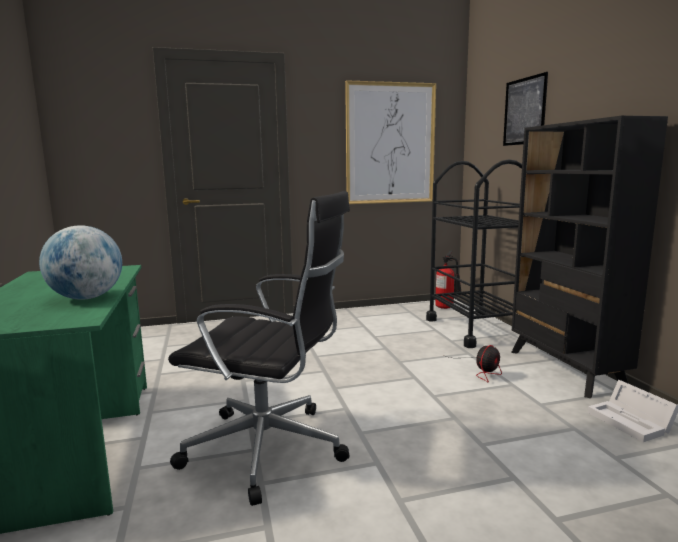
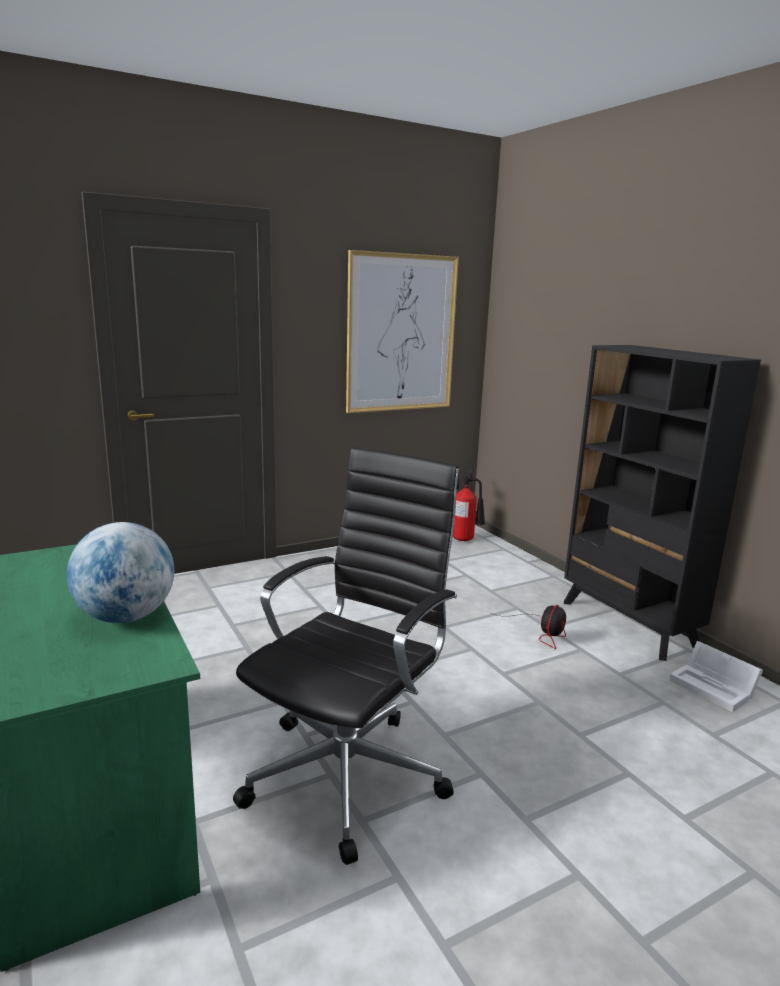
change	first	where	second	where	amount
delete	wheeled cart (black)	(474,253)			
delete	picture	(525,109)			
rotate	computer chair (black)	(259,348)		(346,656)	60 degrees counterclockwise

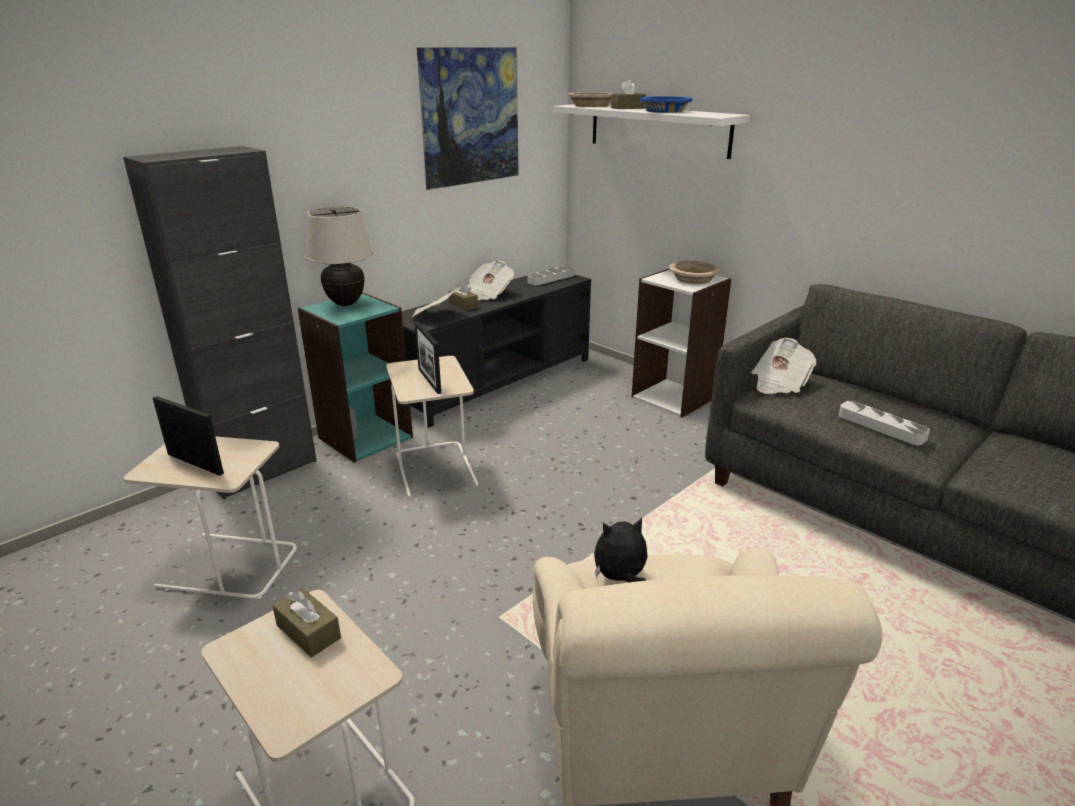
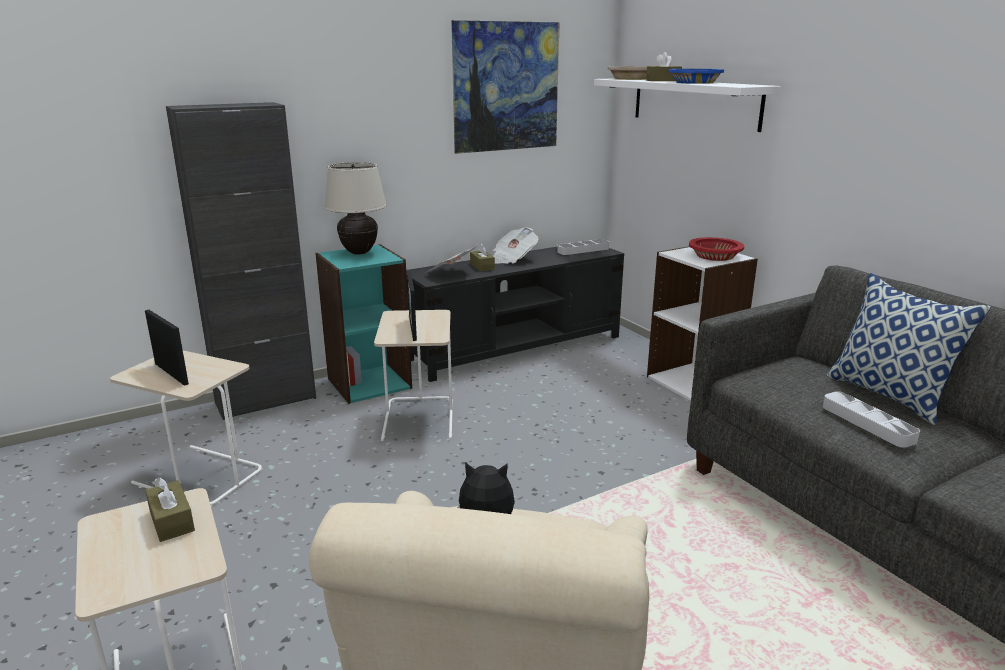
change	first	where	second	where	amount
delete	newspaper	(783,366)			
insert			cushion	(909,349)	
recolor	deep dish (beige-coloured)	(694,272)	deep dish (red)	(716,249)	

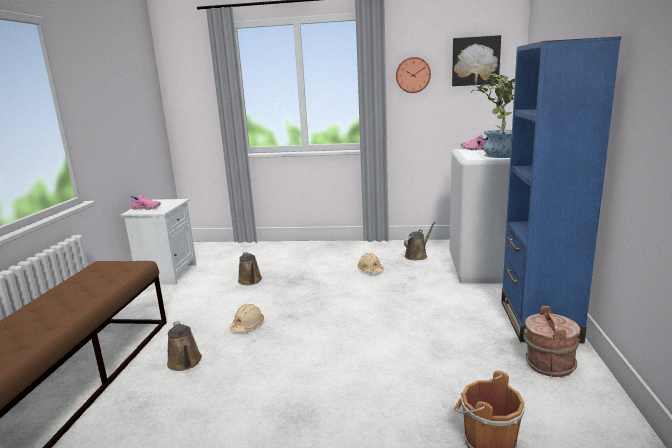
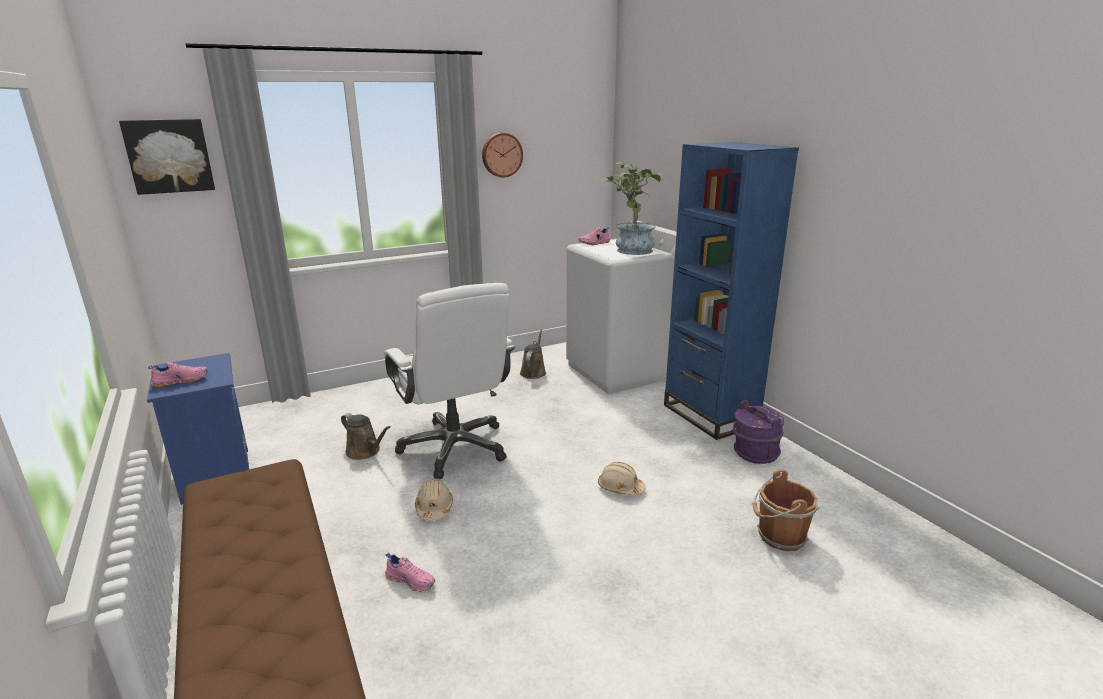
change	first	where	second	where	amount
insert			computer chair (white-coloured)	(449,381)	
move	hard hat (beige-coloured)	(371,263)		(621,479)	
move	picture	(476,60)		(167,157)	
replace	sprinkling can (brownish)	(184,346)	item of footwear (pink)	(410,572)	
recolor	nightstand (white-coloured)	(159,242)	nightstand (bluish)	(198,429)	
recolor	pail (brownish)	(551,341)	pail (purple)	(758,432)	

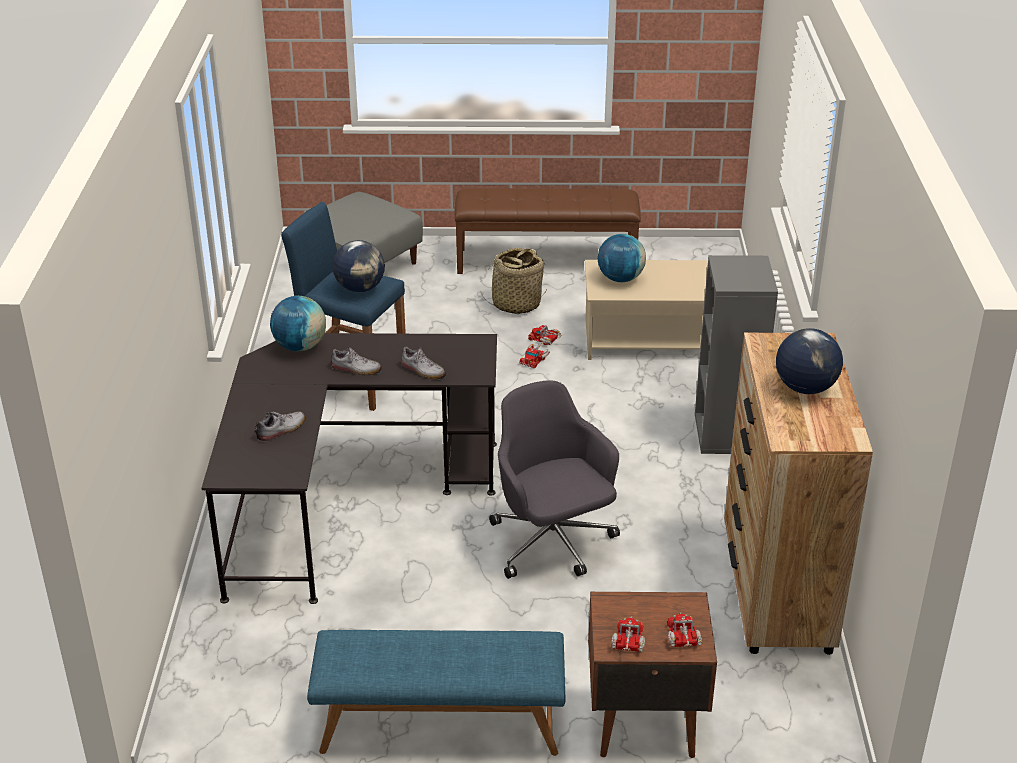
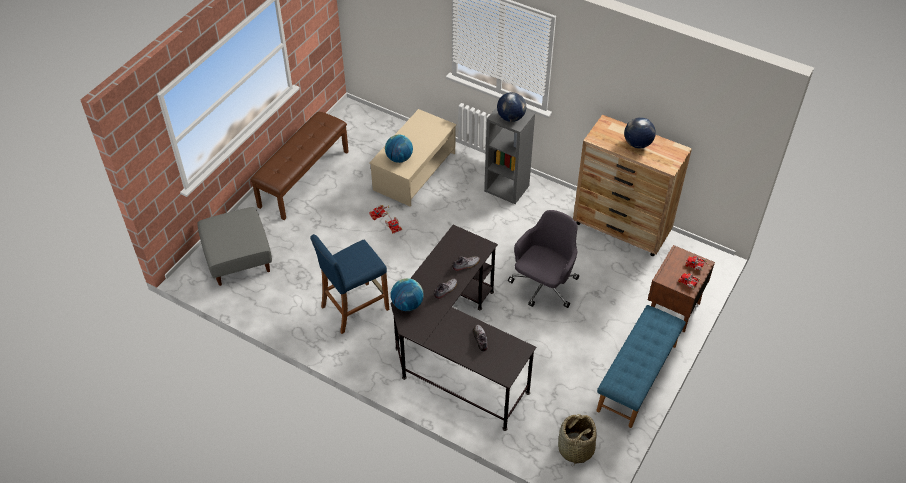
change	first	where	second	where	amount
move	world globe	(359,266)		(511,107)	
move	household basket	(513,281)		(577,440)	
rotate	computer chair (greyish)	(554,480)		(543,259)	120 degrees clockwise

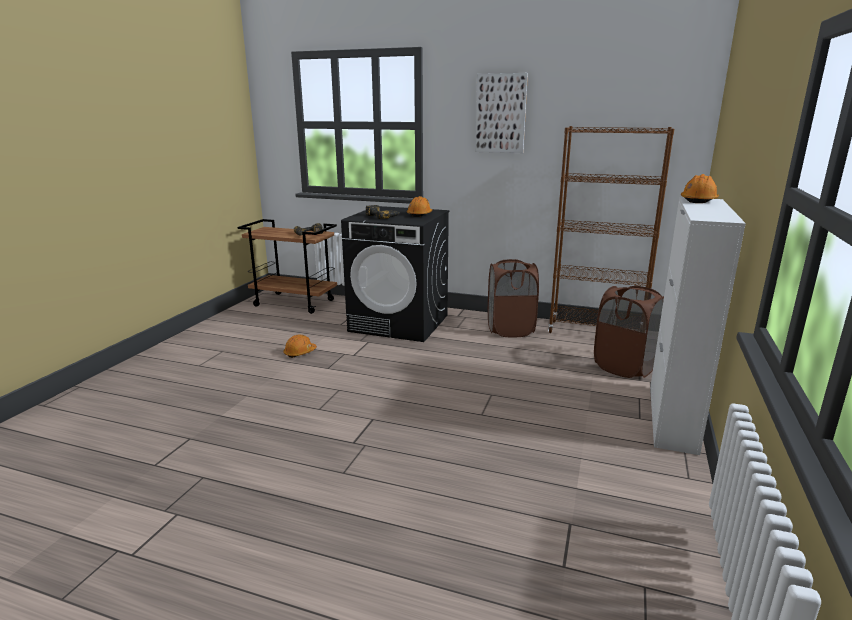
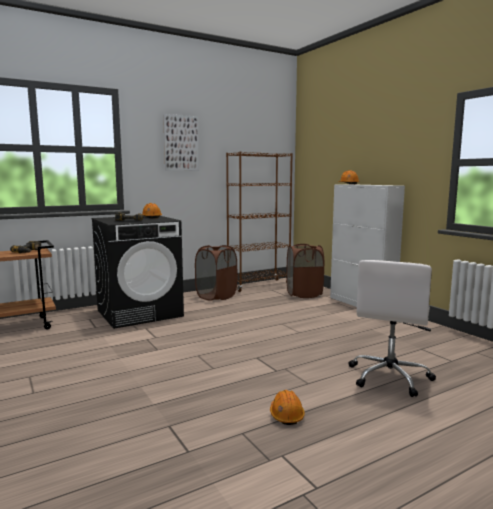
change	first	where	second	where	amount
insert			computer chair (white-coloured)	(392,328)	
move	hard hat (orangey)	(300,346)		(287,407)	

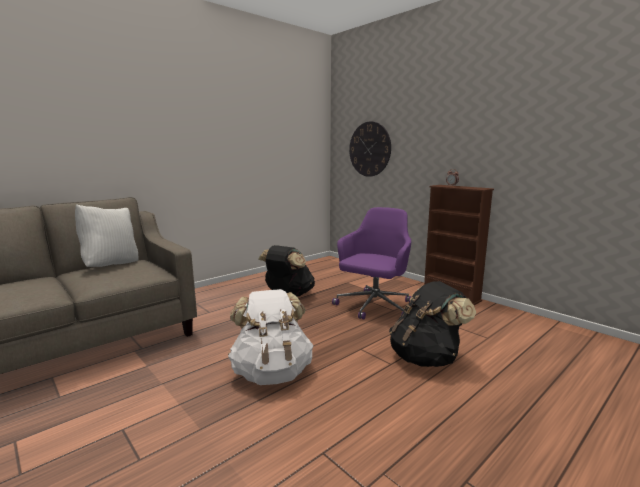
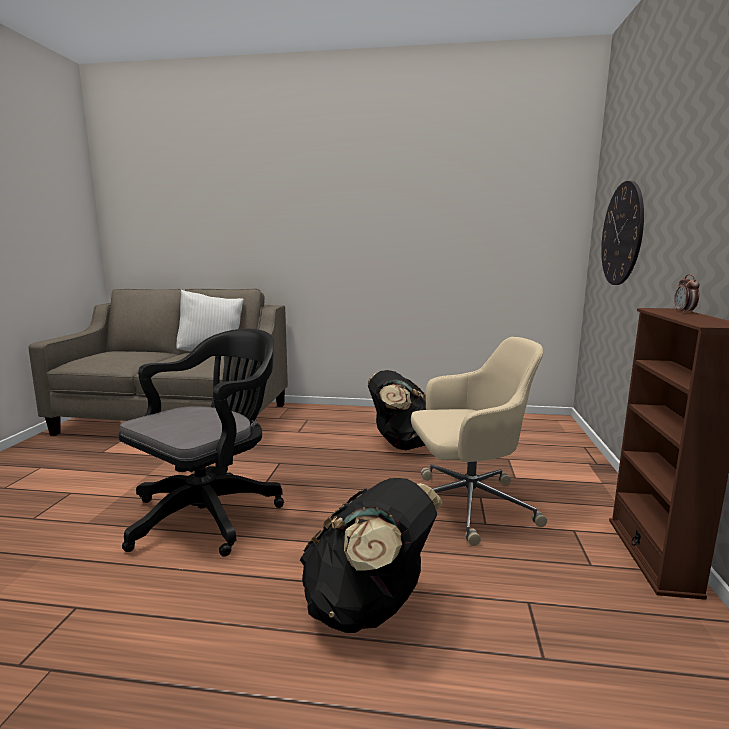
change	first	where	second	where	amount
replace	backpack (white-coloured)	(270,337)	computer chair (black)	(201,443)	
recolor	computer chair (purple)	(371,263)	computer chair (beige-coloured)	(479,441)	

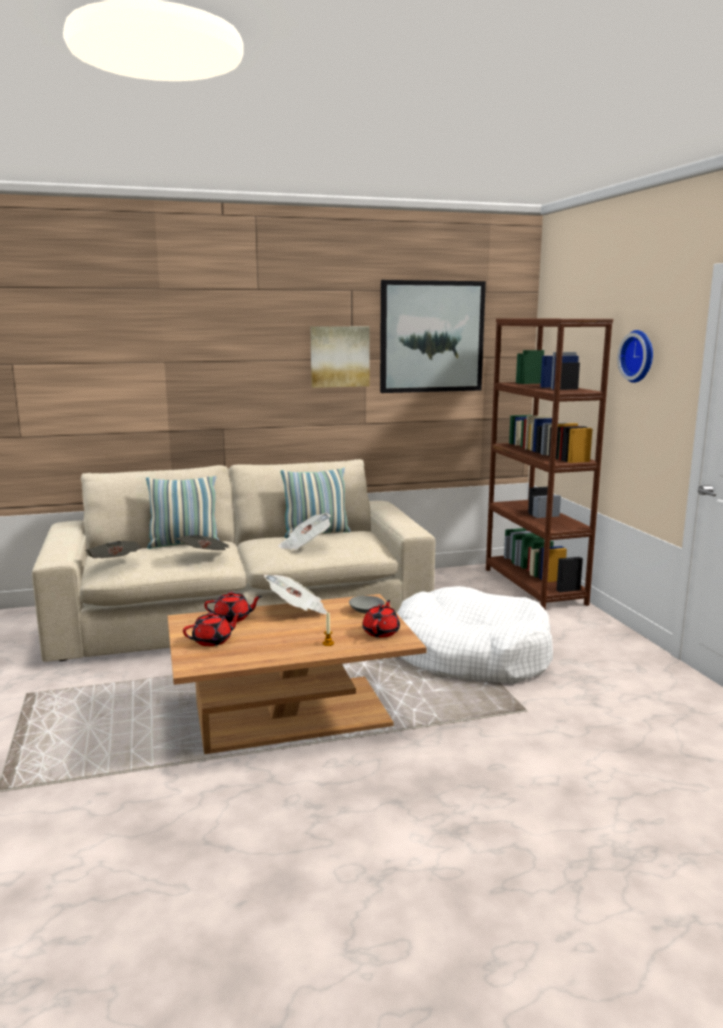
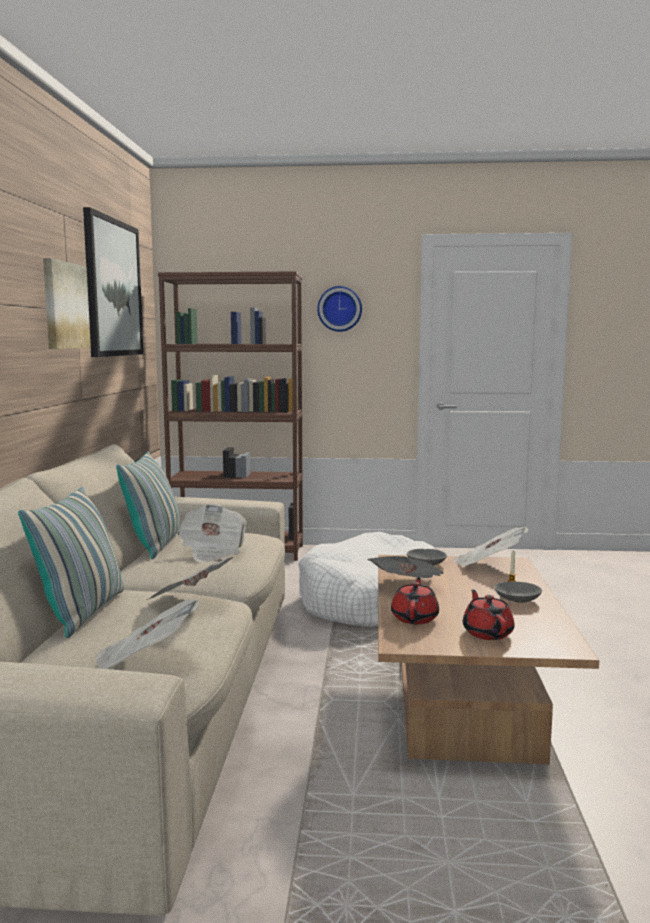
change	first	where	second	where	amount
insert			deep dish (greyish)	(518,592)	
replace	teapot (red)	(381,619)	newspaper	(491,547)	

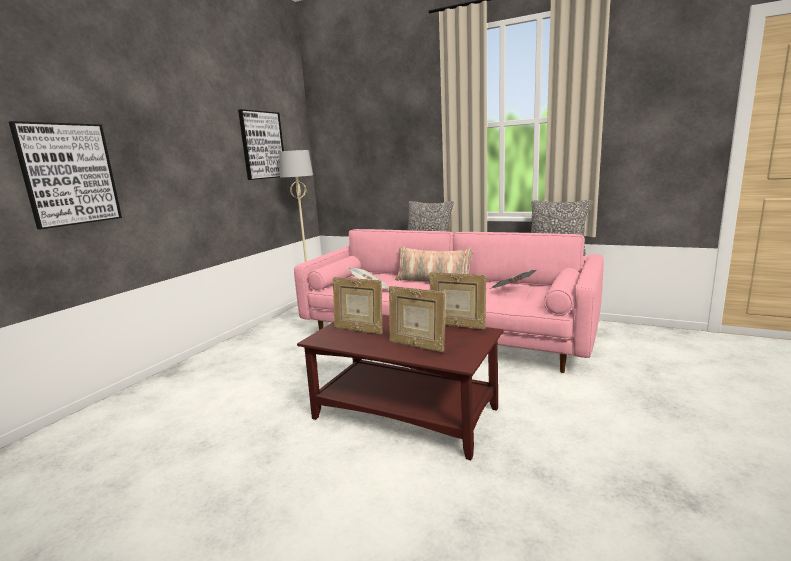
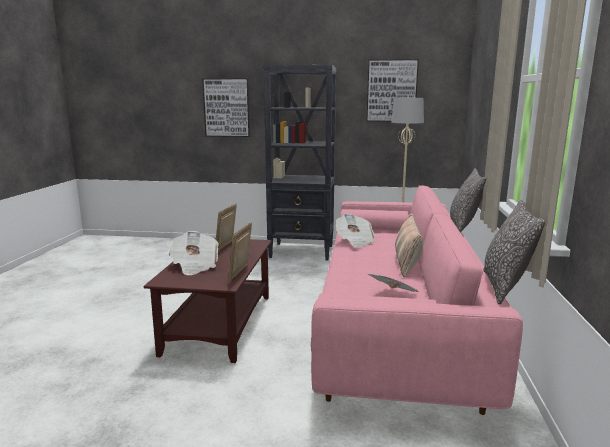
change	first	where	second	where	amount
insert			bookcase (black)	(299,163)	
replace	picture frame	(417,319)	newspaper	(194,253)	

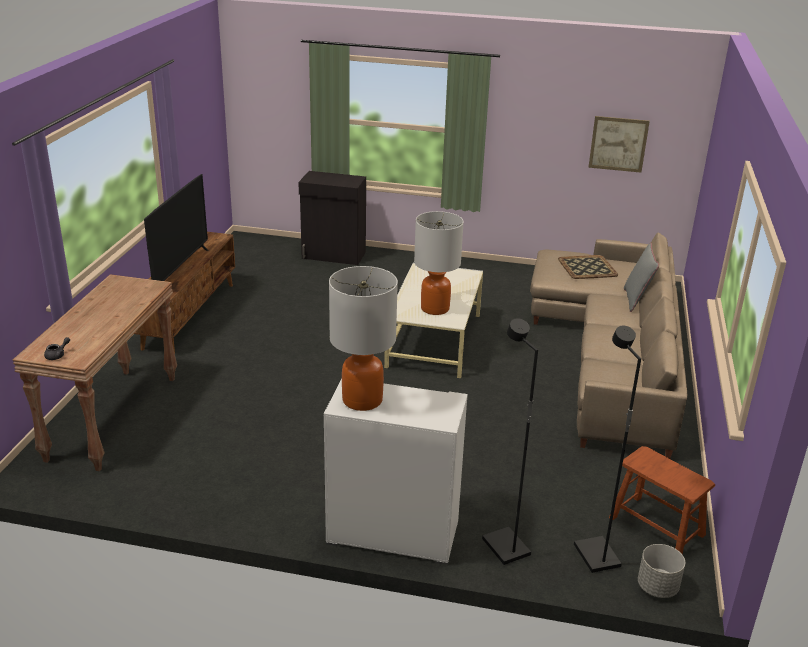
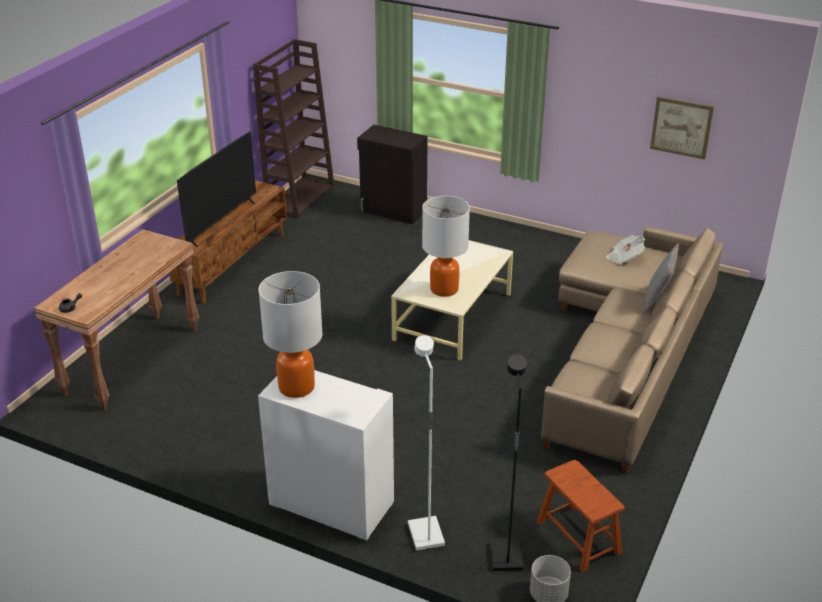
change	first	where	second	where	amount
insert			bookcase (brownish)	(294,128)	
replace	serving tray	(588,267)	newspaper	(625,250)	
recolor	standard lamp (black)	(510,441)	standard lamp (white-coloured)	(426,443)	

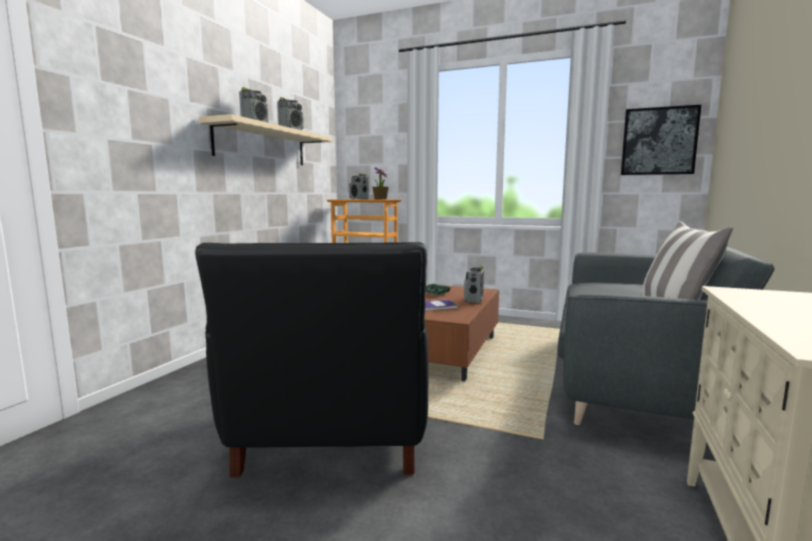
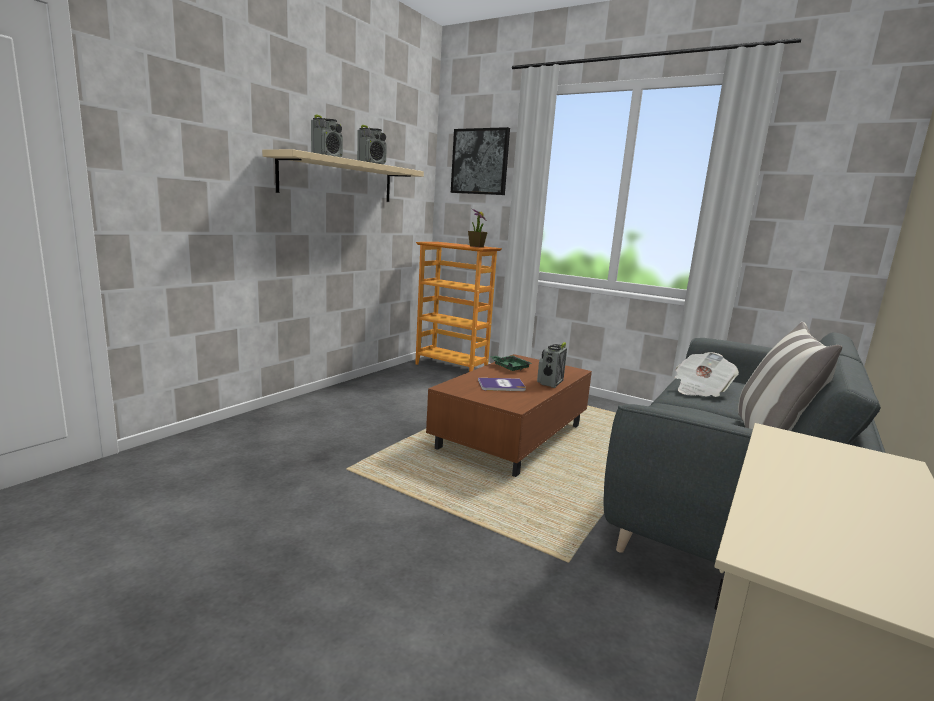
change	first	where	second	where	amount
delete	armchair (black)	(312,359)			
delete	radio	(359,186)			
insert			newspaper	(707,374)	
move	picture	(661,140)		(480,161)	

